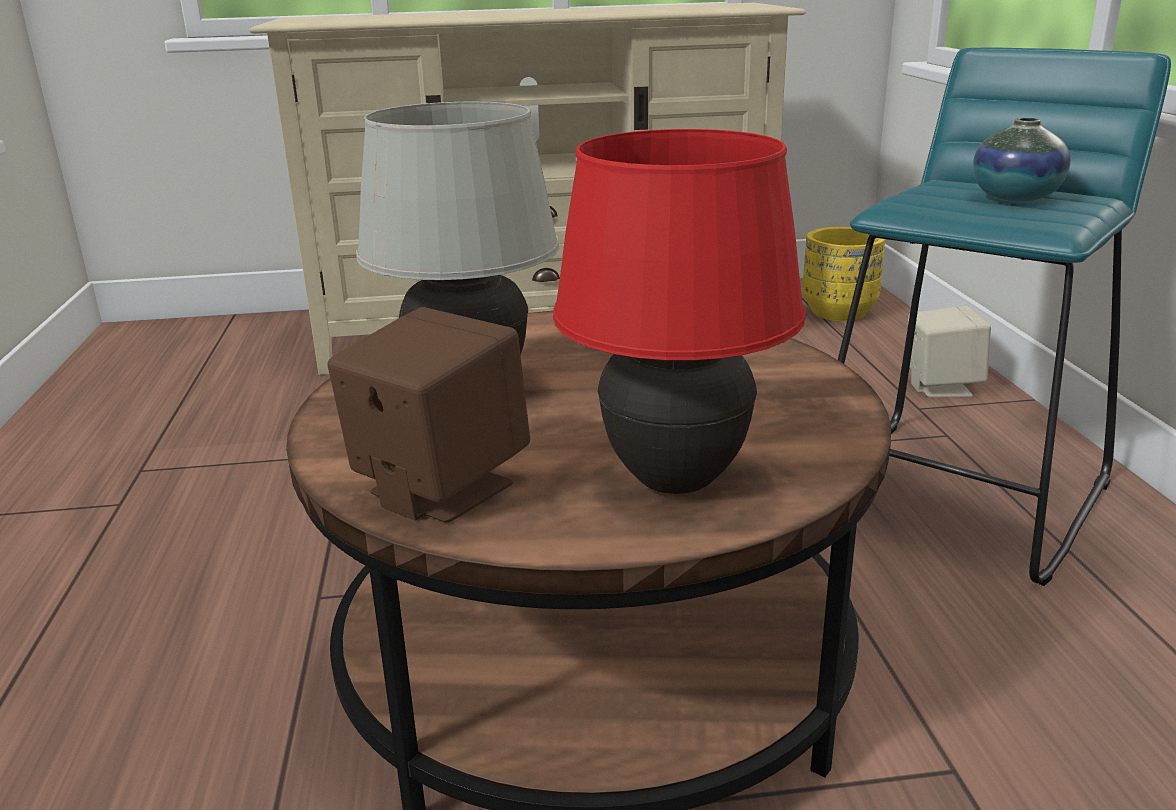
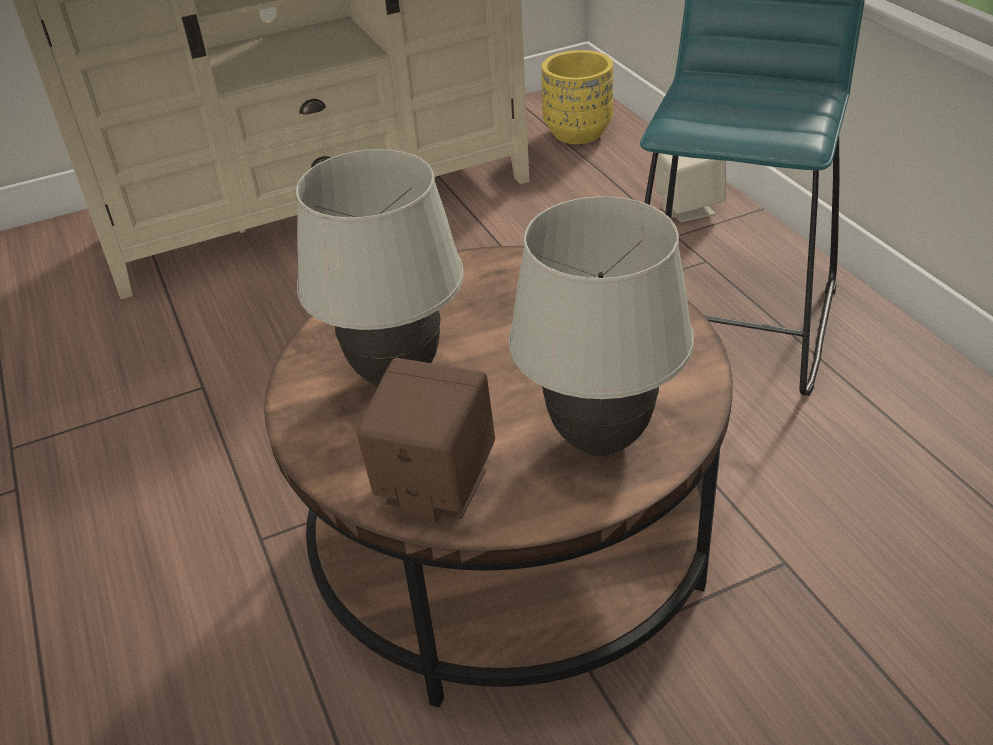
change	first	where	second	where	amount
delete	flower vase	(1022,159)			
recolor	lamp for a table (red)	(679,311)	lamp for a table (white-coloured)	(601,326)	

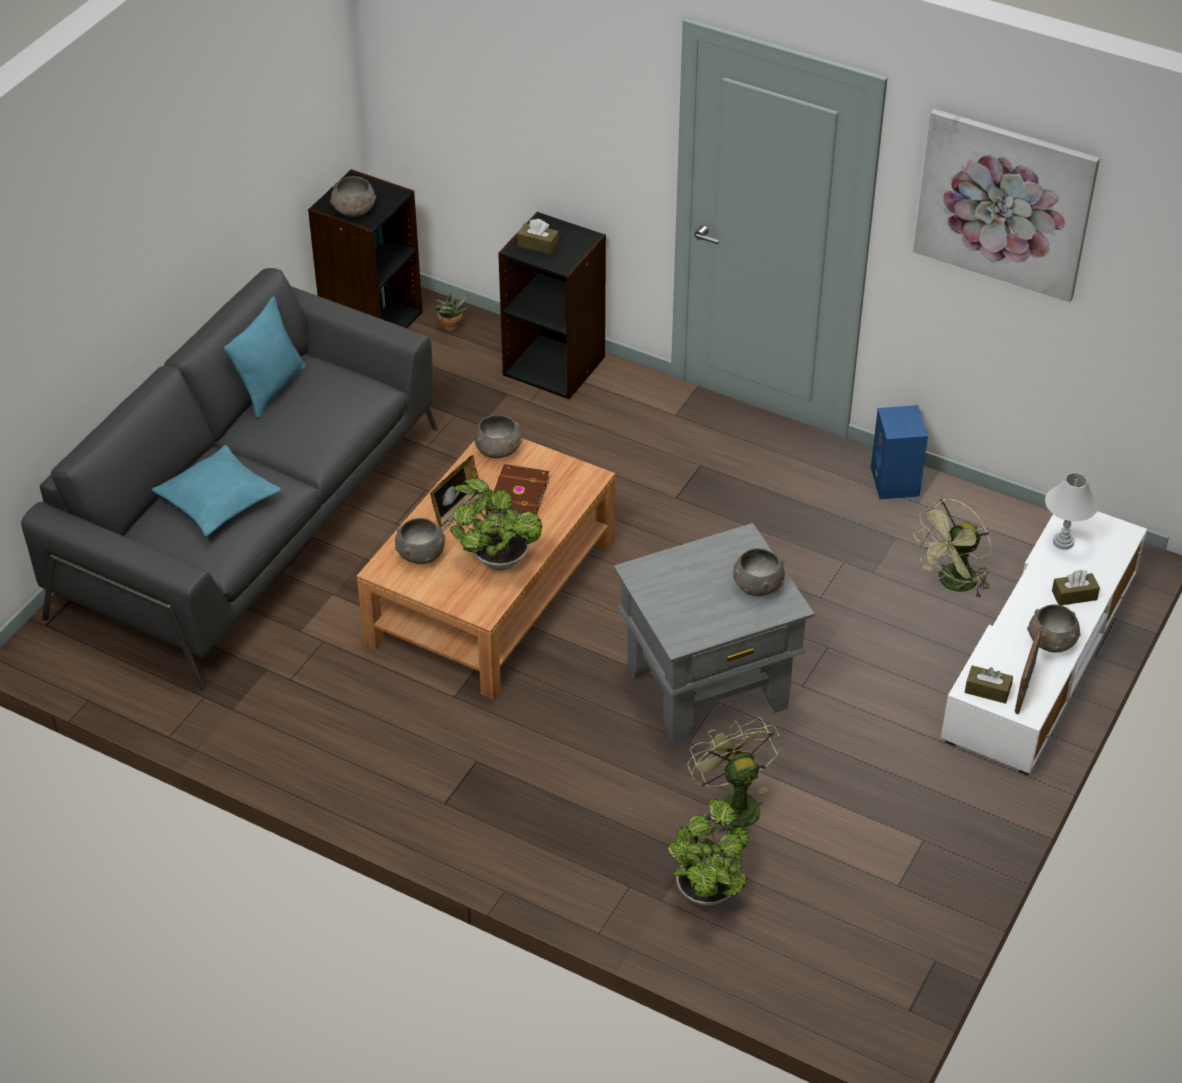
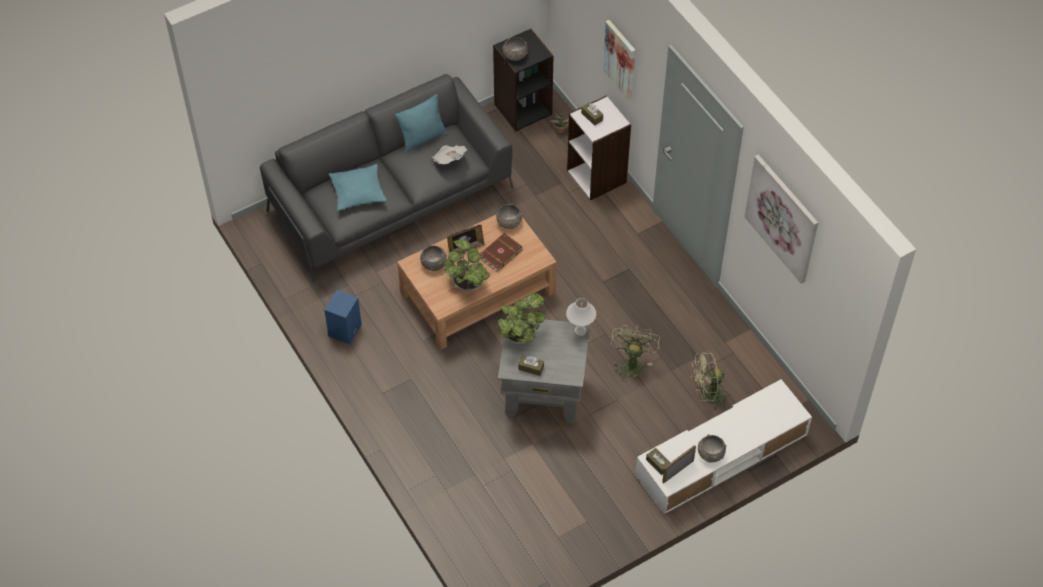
change	first	where	second	where	amount
delete	deep dish (greyish)	(759,572)			
insert			newspaper	(449,154)	
insert			picture	(619,60)	
move	plant in a pot	(708,852)		(521,318)	
move	fan (greenish)	(734,774)		(635,353)	
move	audio speaker (bluish)	(899,452)		(343,317)	
move	lamp for a table (white-coloured)	(1071,511)		(581,317)	
move	box of tissues (brownish)	(1076,587)		(531,365)	
recolor	bookcase (black)	(552,305)	bookcase (white-coloured)	(599,147)	

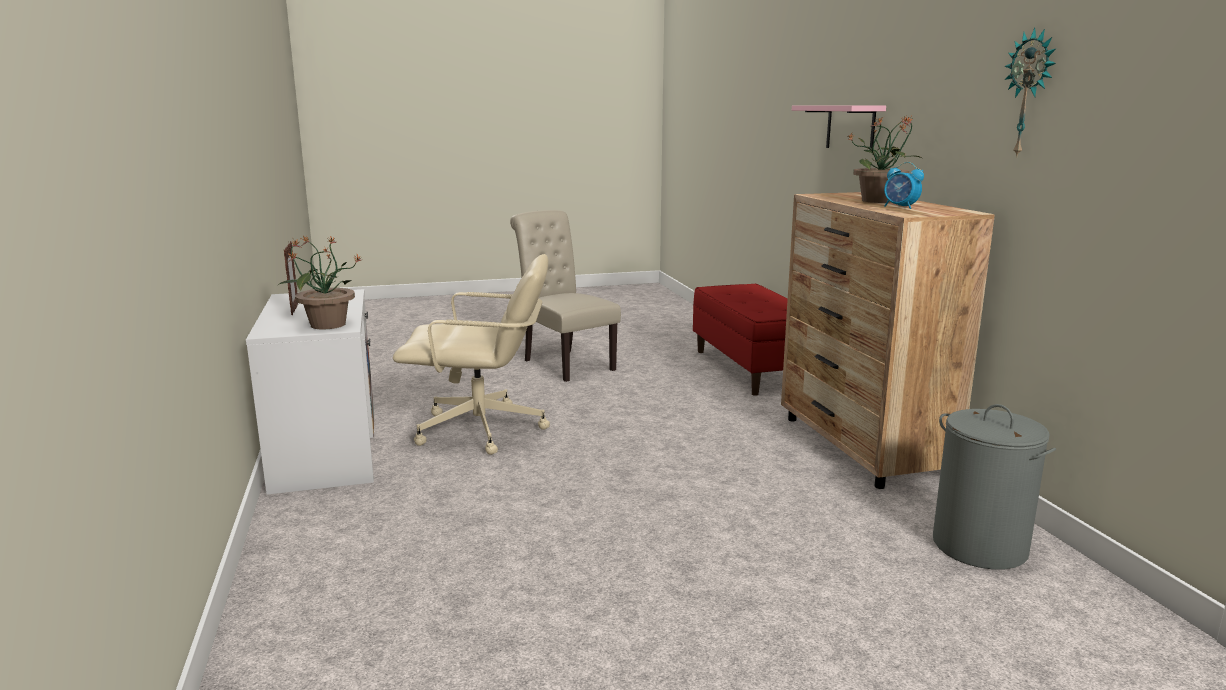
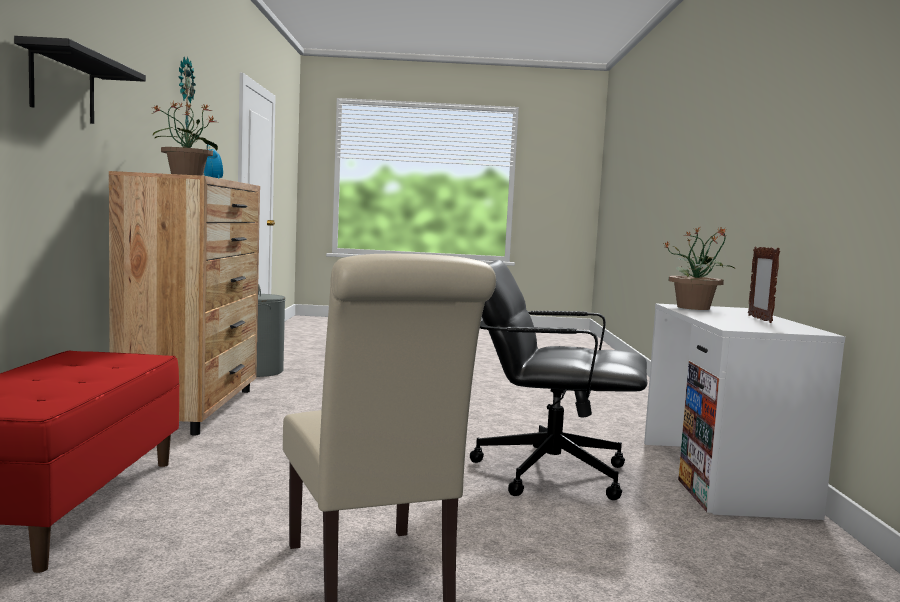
change	first	where	second	where	amount
recolor	computer chair (beige-coloured)	(471,354)	computer chair (black)	(558,380)	
recolor	wall shelf (pink)	(839,126)	wall shelf (black)	(80,80)	

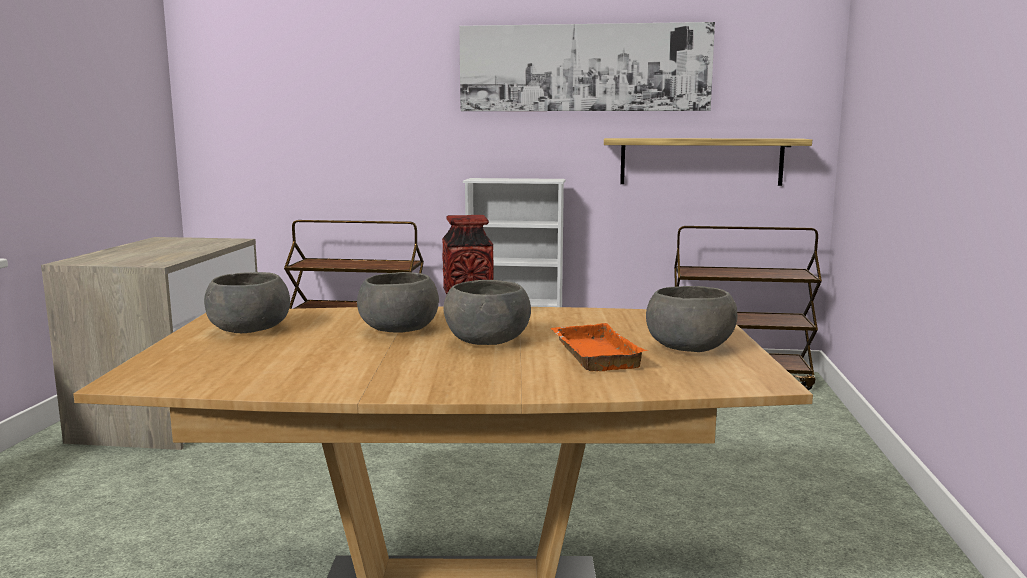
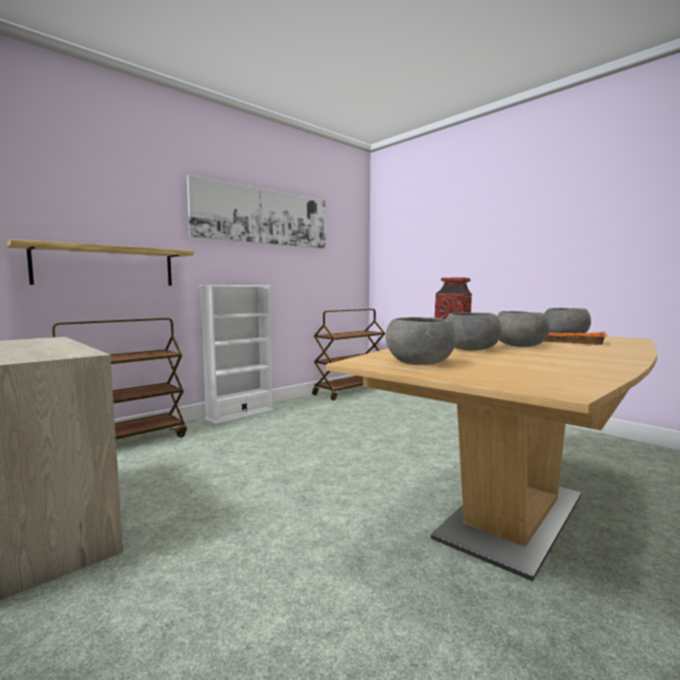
change	first	where	second	where	amount
move	wall shelf	(708,162)		(100,262)	

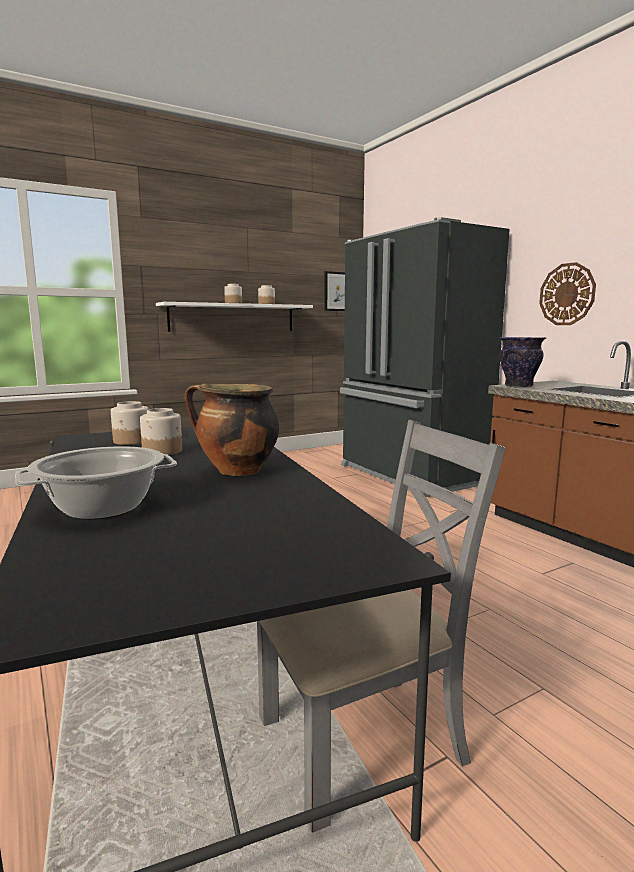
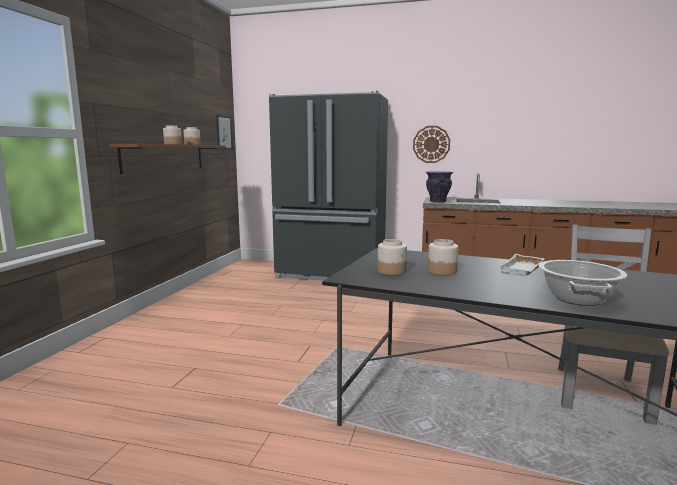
change	first	where	second	where	amount
replace	stockpot	(232,429)	serving tray (white-coloured)	(522,265)	
recolor	wall shelf (white-coloured)	(234,317)	wall shelf (brownish)	(167,159)	

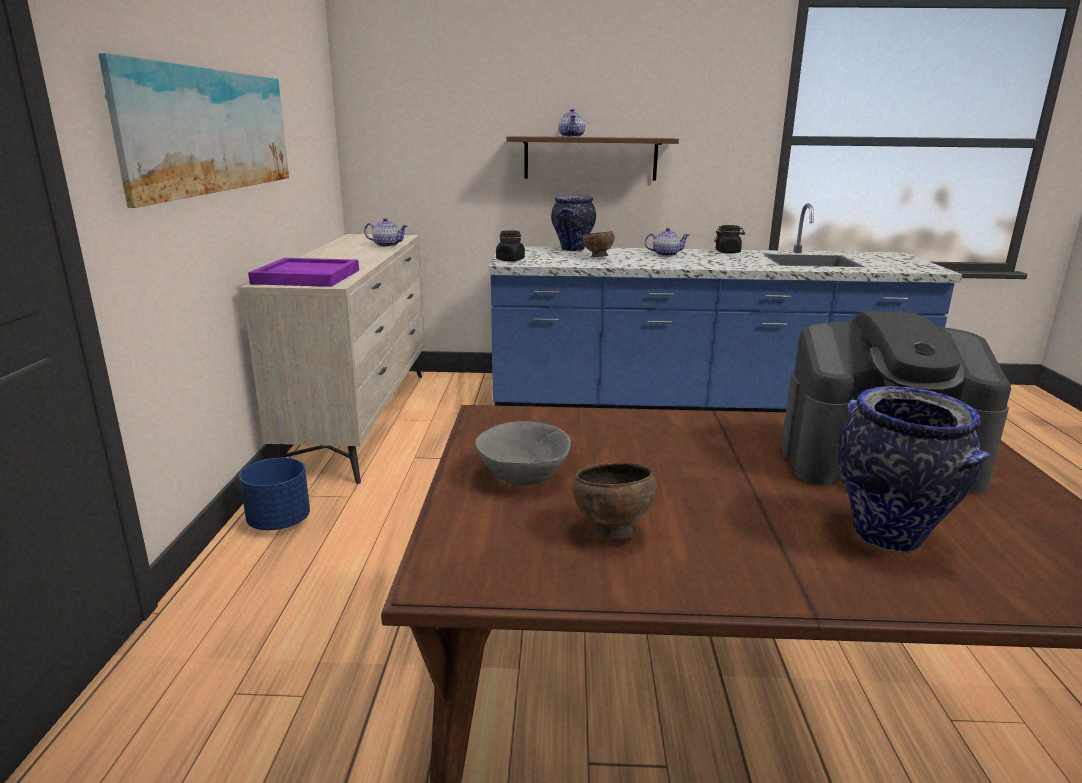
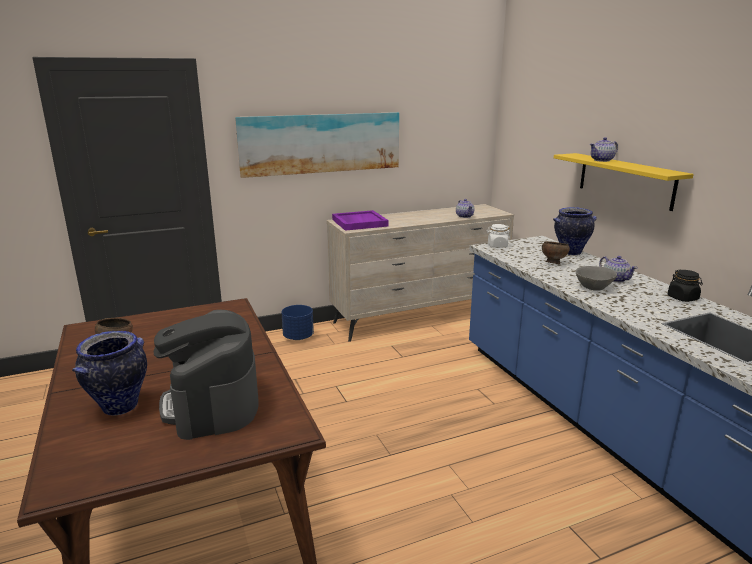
change	first	where	second	where	amount
move	deep dish (greyish)	(523,453)		(596,278)	
recolor	preserve jar (black)	(510,246)	preserve jar (white-coloured)	(498,236)	
recolor	wall shelf (brownish)	(593,158)	wall shelf (yellow)	(624,182)	

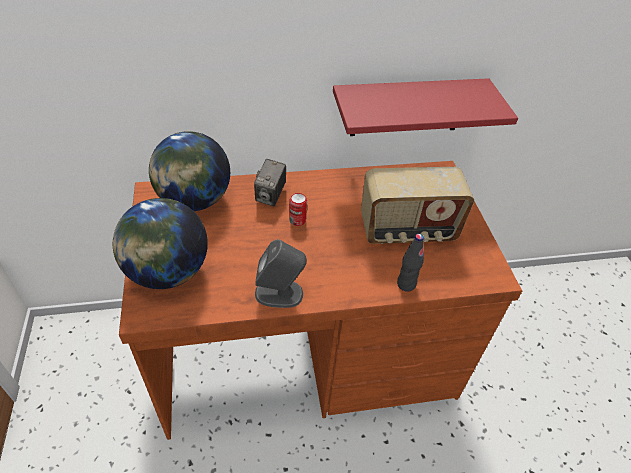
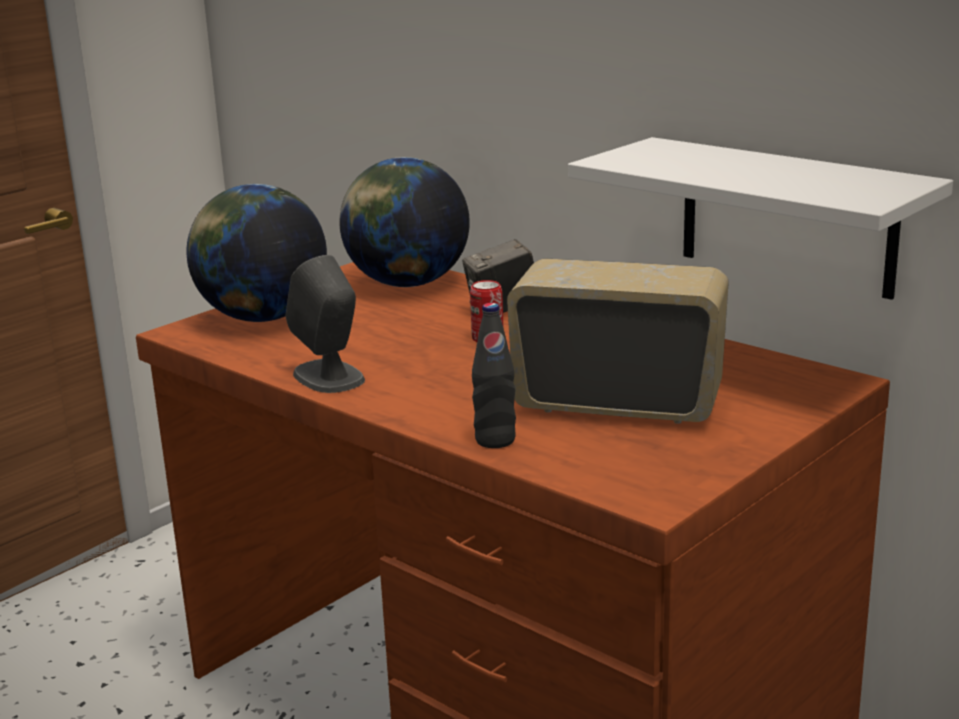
change	first	where	second	where	amount
recolor	wall shelf (red)	(425,107)	wall shelf (white-coloured)	(760,218)	
rotate	radio	(417,205)		(618,341)	150 degrees clockwise

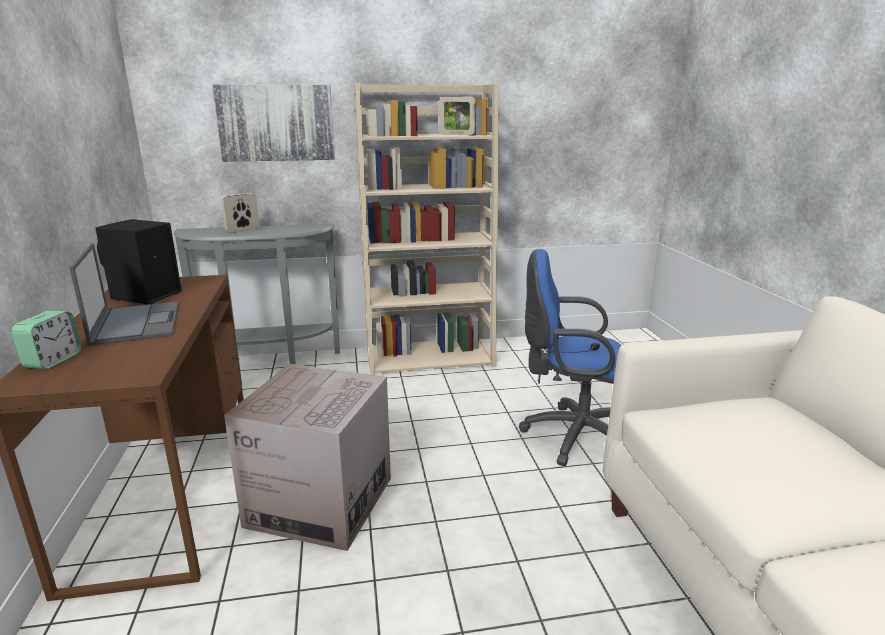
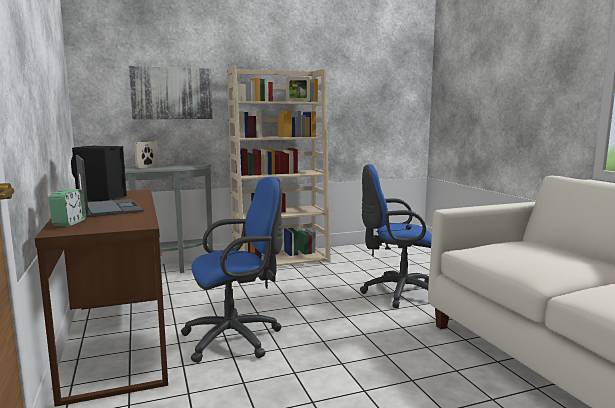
change	first	where	second	where	amount
replace	cardboard box	(307,457)	computer chair (bluish)	(232,270)	

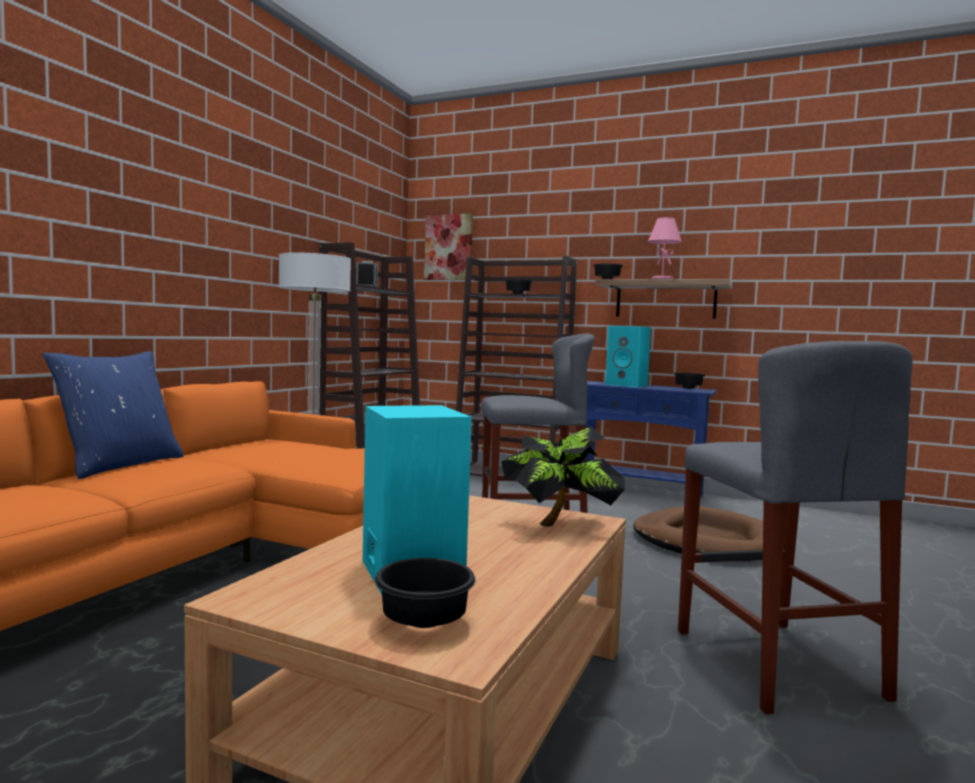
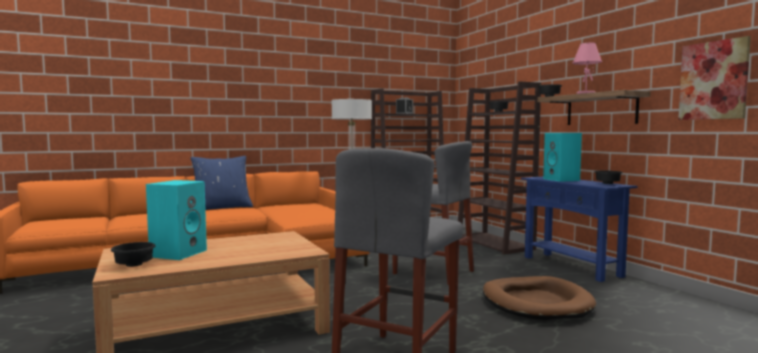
change	first	where	second	where	amount
delete	plant in a pot	(563,477)			
move	picture	(448,246)		(714,78)	

